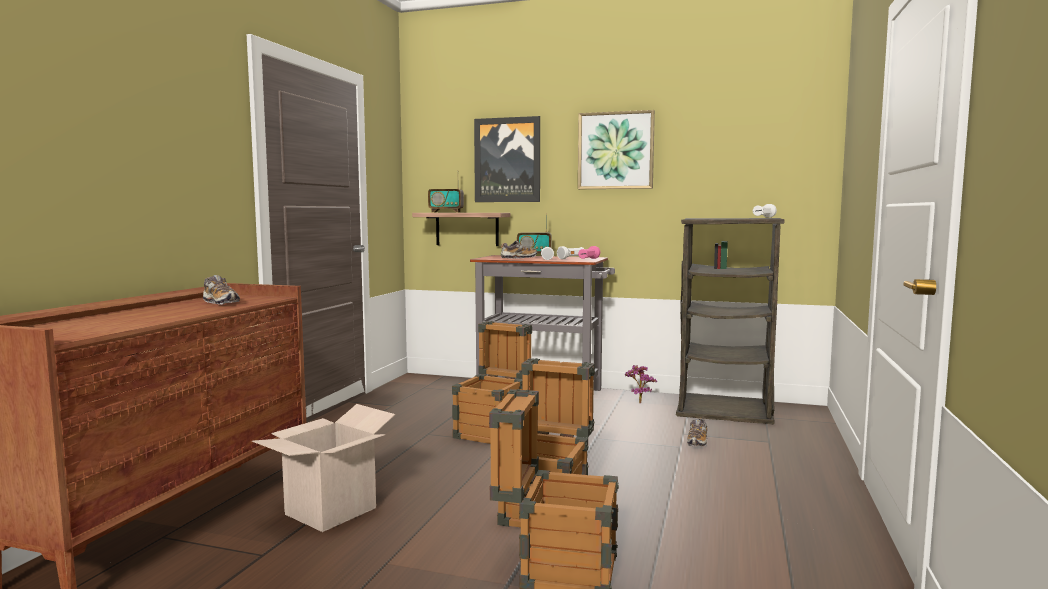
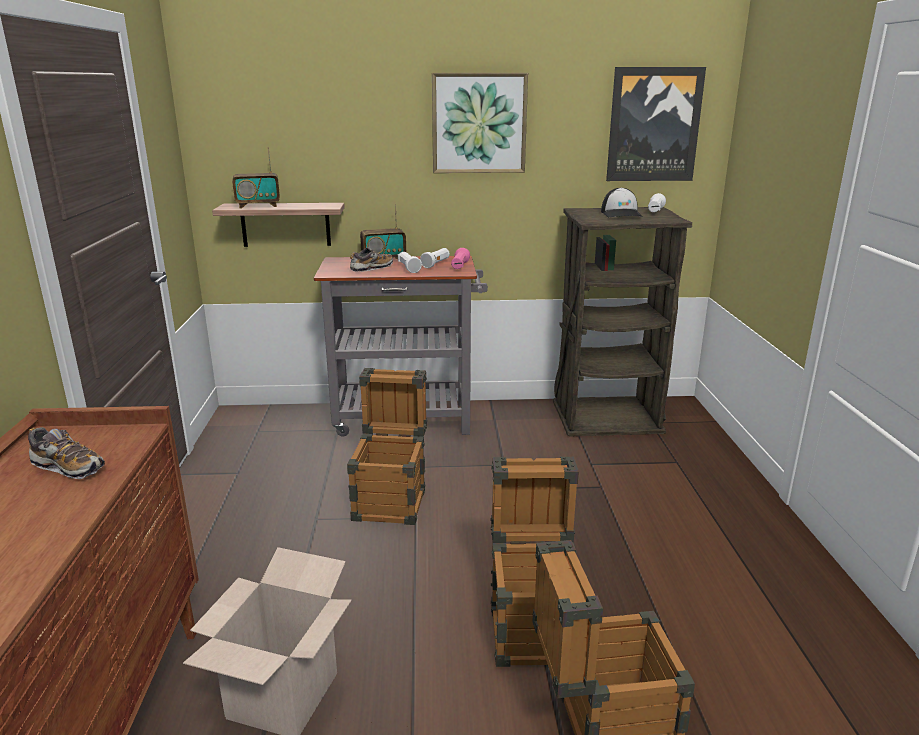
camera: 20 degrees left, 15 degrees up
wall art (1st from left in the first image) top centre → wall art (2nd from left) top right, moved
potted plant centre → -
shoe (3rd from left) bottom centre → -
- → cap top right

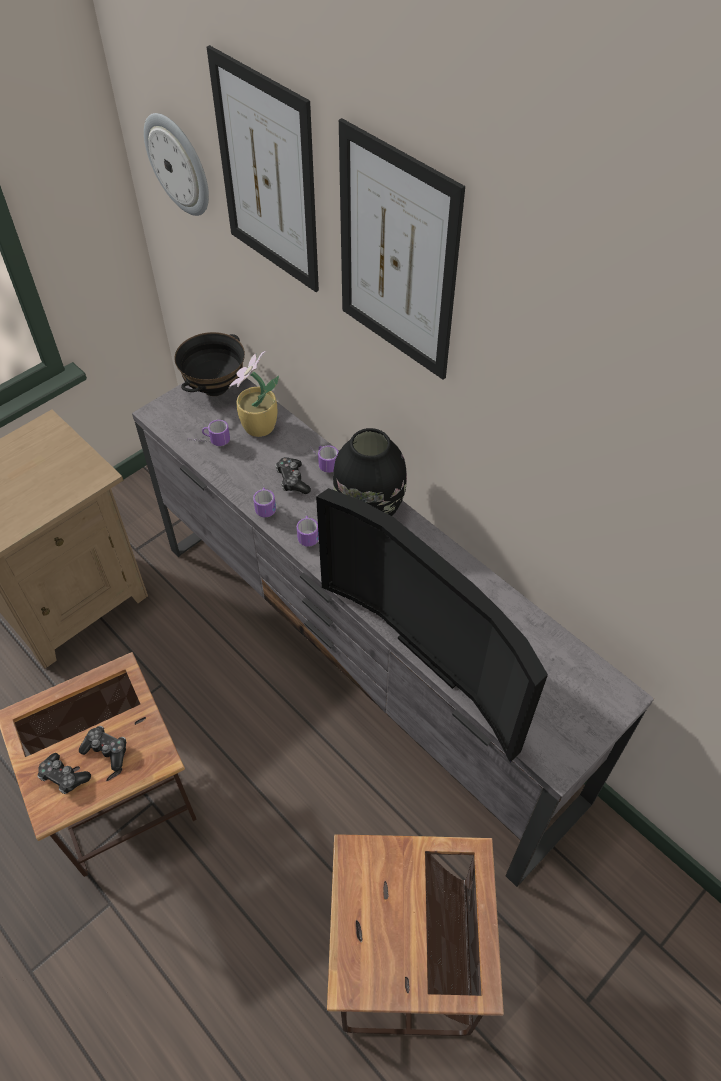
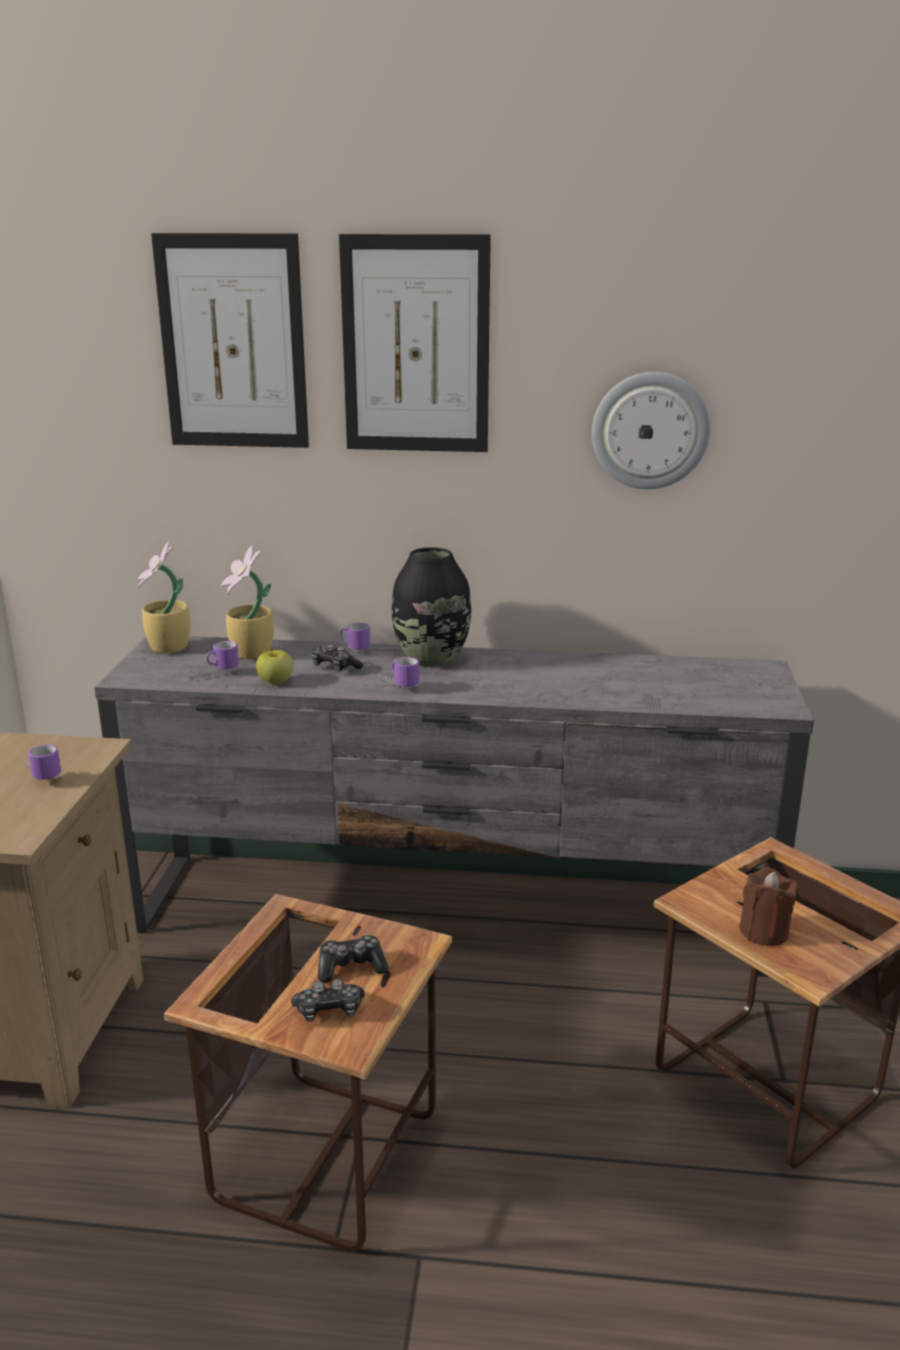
camera: 40 degrees left, 30 degrees down
hanging clock top left → hanging clock top right, moved
deep dish (blackish) middle left → potted plant (1st from left) middle left
mug (2nd from left in the first image) centre → mug (1st from left) middle left, moved
TV set centre → -
- → apple middle left
- → wax light (brown) bottom right

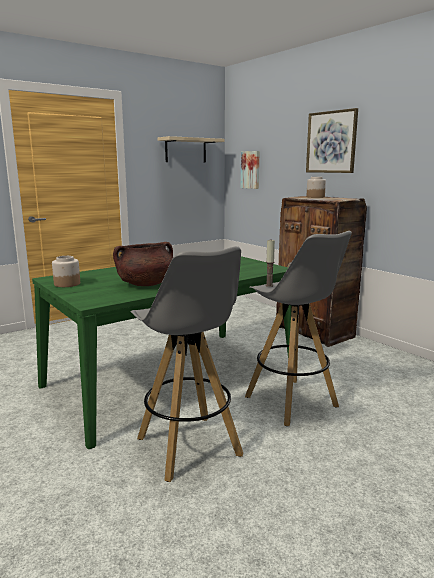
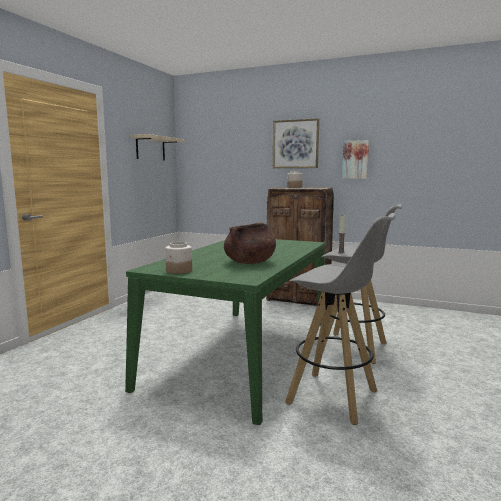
camera: 30 degrees left, 5 degrees down
wall art (1st from left in the first image) top centre → wall art (2nd from left) top right, moved

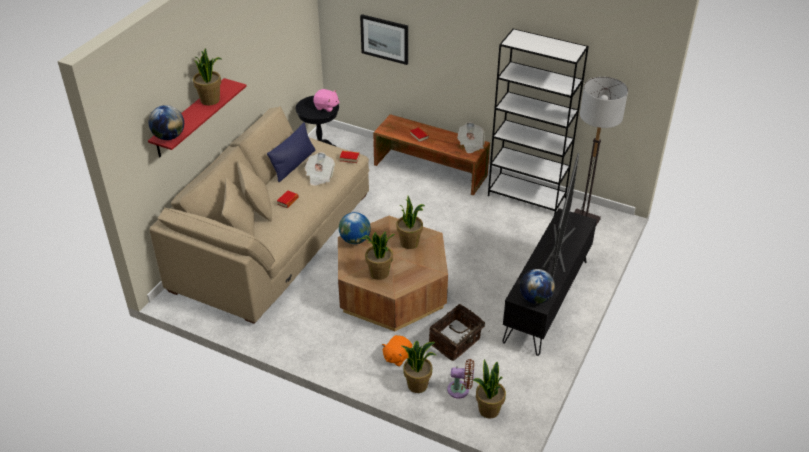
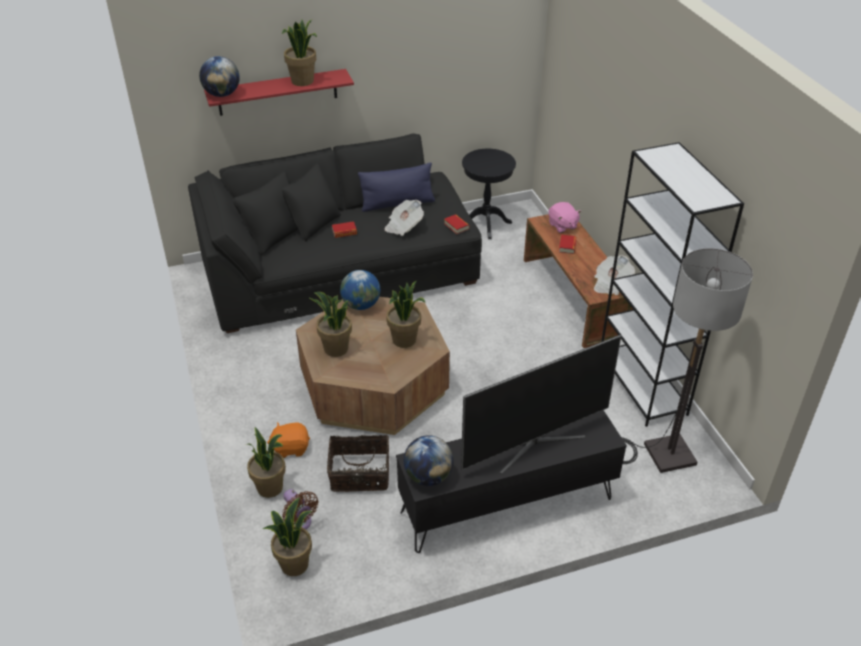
camera: 45 degrees right, 0 degrees up
settee (sand-coloured) middle left → settee (blackish) centre
cuddly toy (pink-coloured) top centre → cuddly toy (pink-coloured) centre, moved
wall art top centre → -

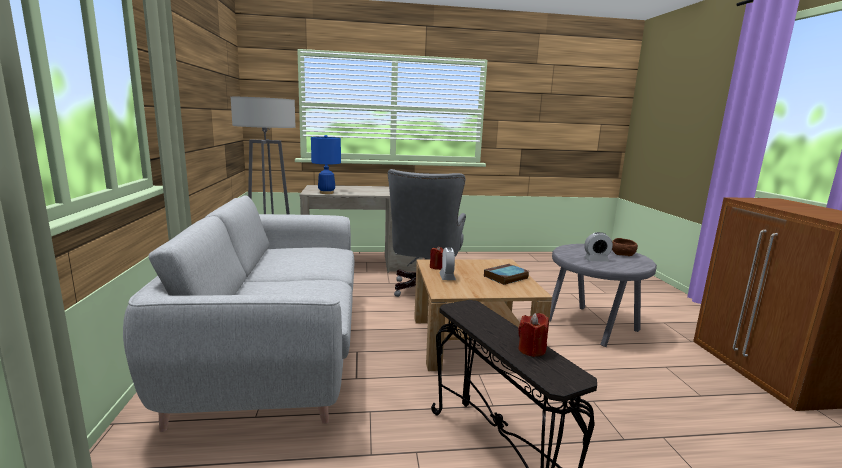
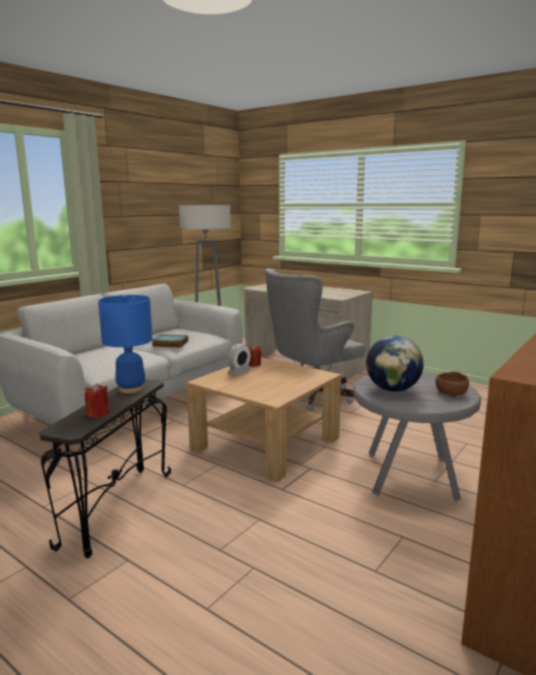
camera: 45 degrees right, 0 degrees up
lamp for a table (bluish) centre → lamp for a table (bluish) middle left, moved
bound book centre → bound book middle left, moved
alarm clock (2nd from left) middle right → world globe middle right

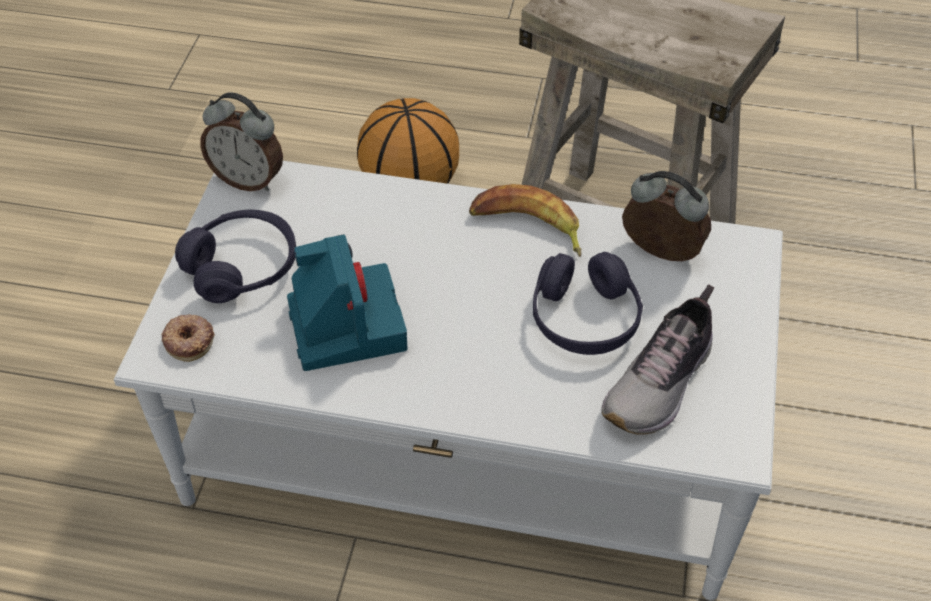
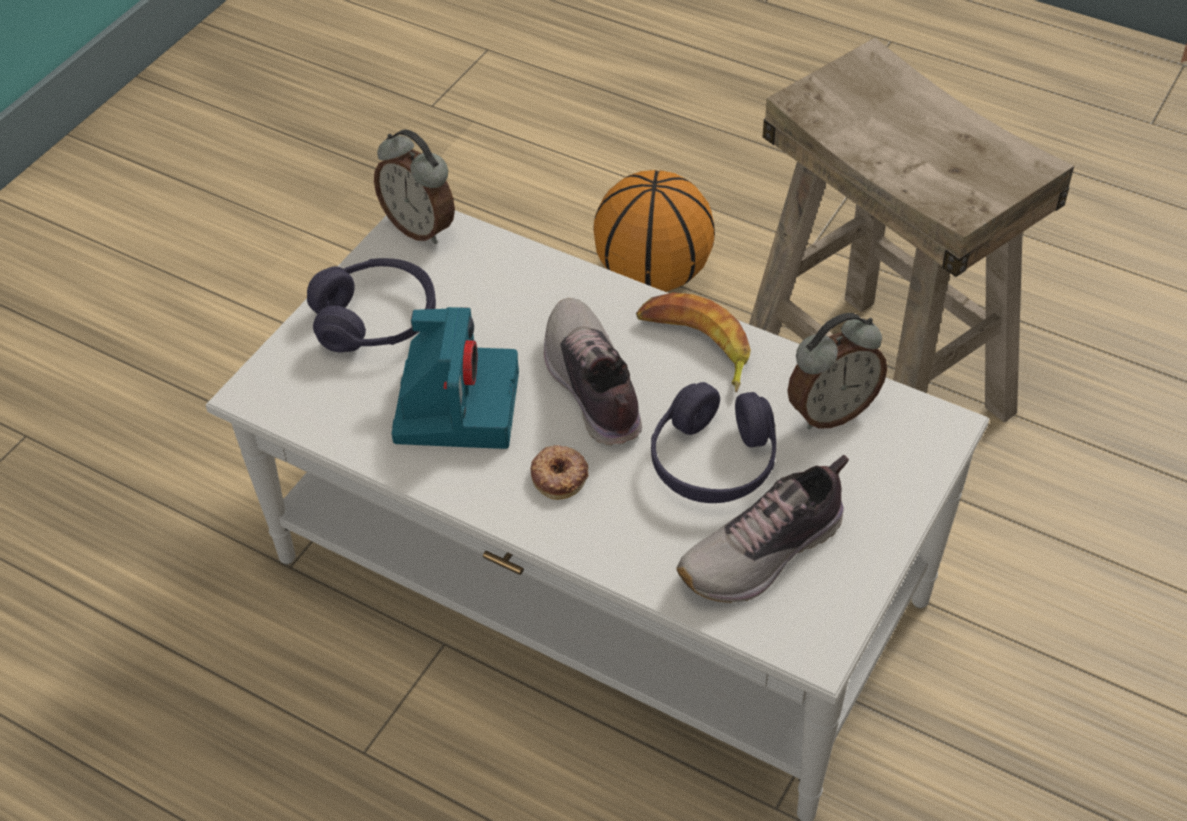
camera: 20 degrees right, 0 degrees up
doughnut middle left → doughnut centre, moved
alarm clock (2nd from left) middle right, 105 degrees clockwise
- → shoe (1st from left) centre

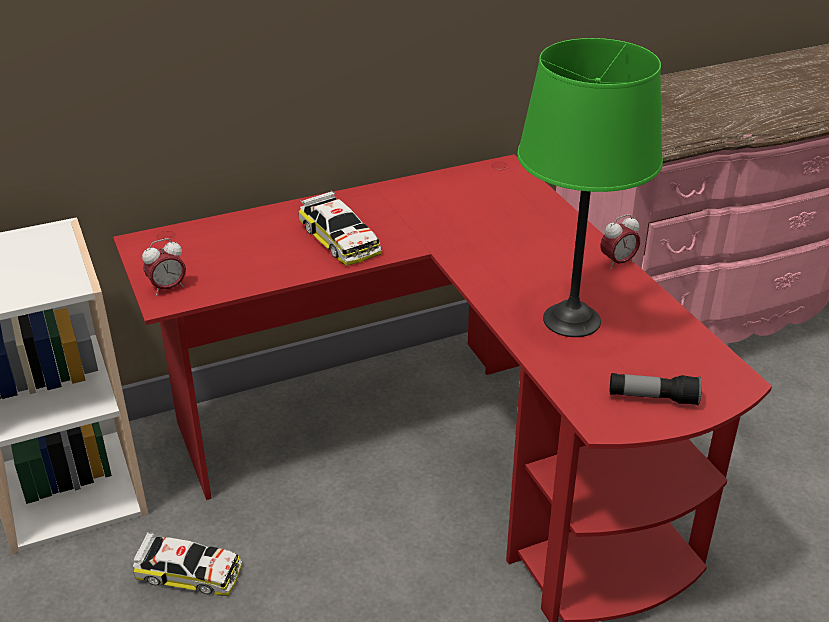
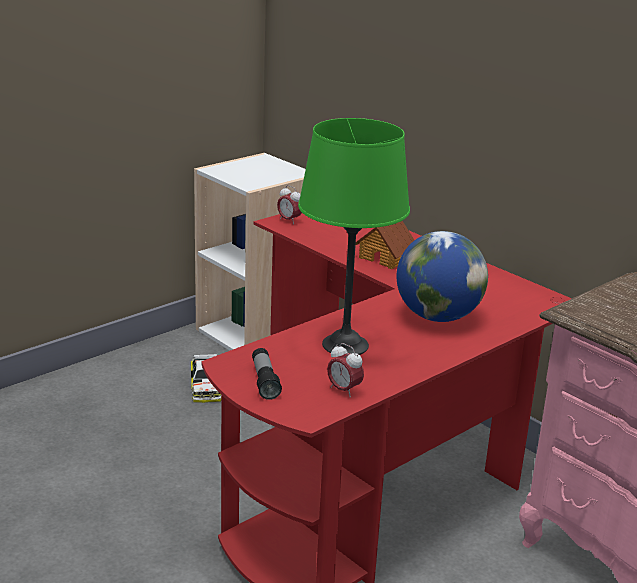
camera: 70 degrees right, 10 degrees down
toy car (2nd from left) centre → toy house centre
alarm clock (2nd from left) middle right → alarm clock (2nd from left) centre, moved
- → world globe middle right

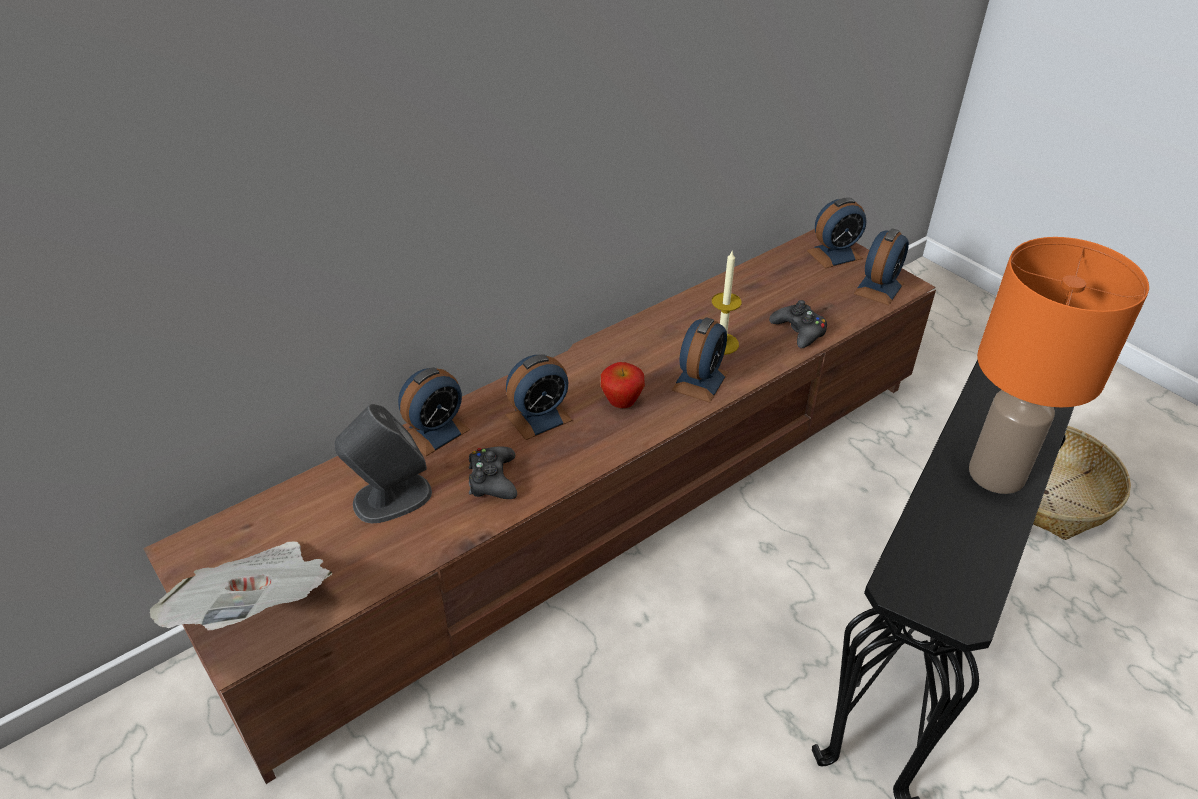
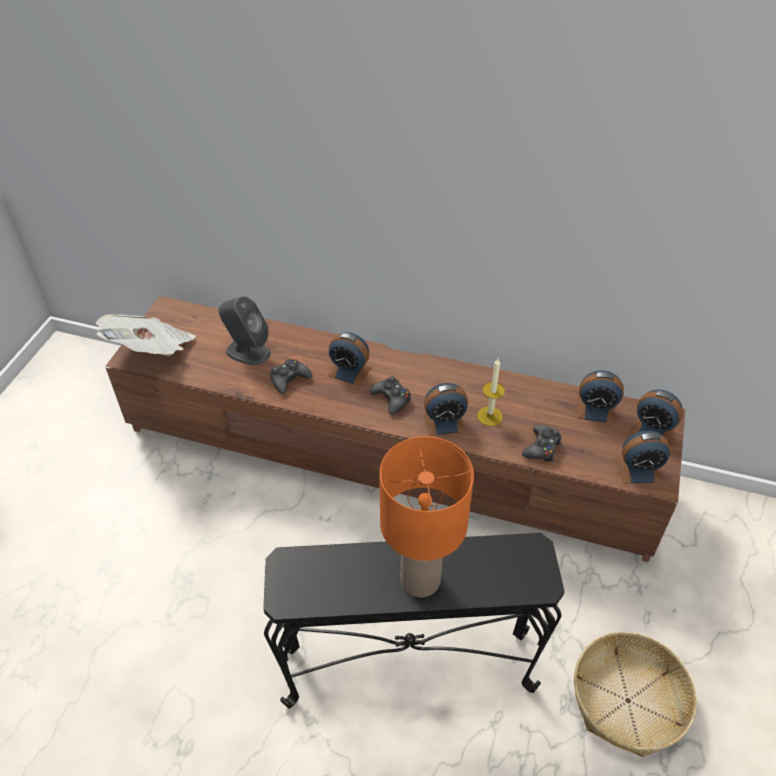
camera: 55 degrees right, 5 degrees up
alarm clock (1st from left in the first image) centre → alarm clock (3rd from left) middle right, moved
apple centre → game controller (blackish) (2nd from left) centre

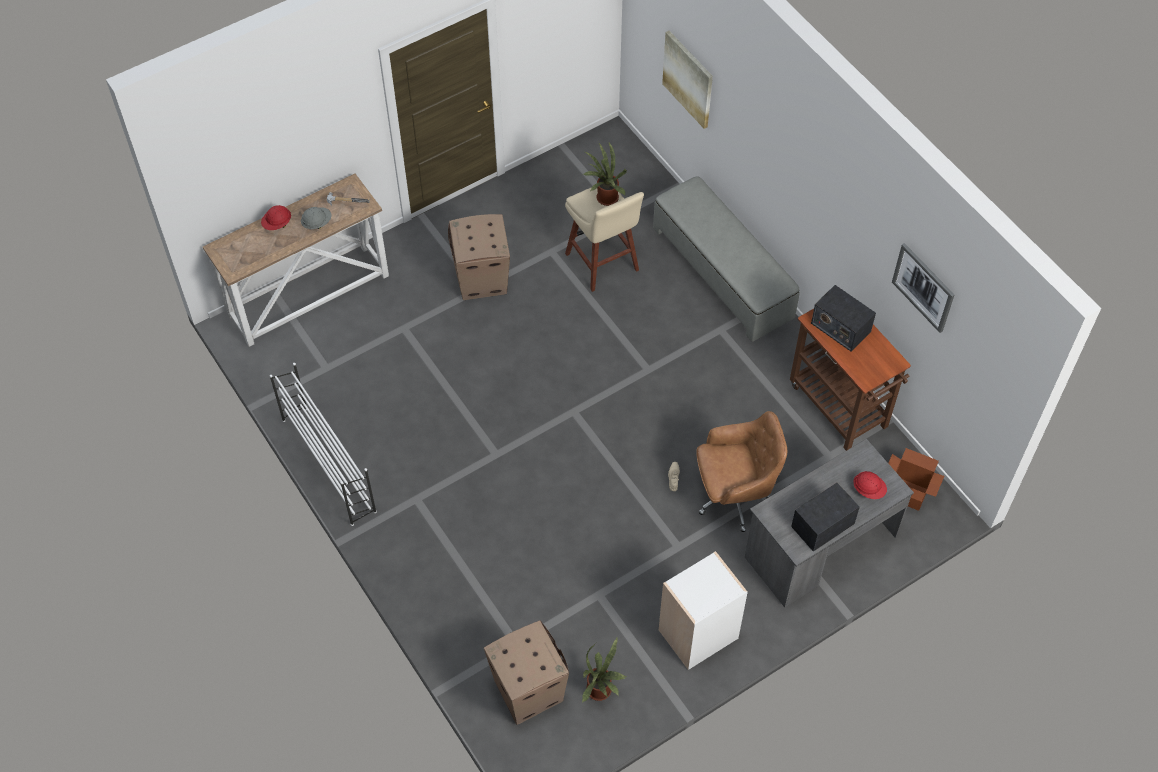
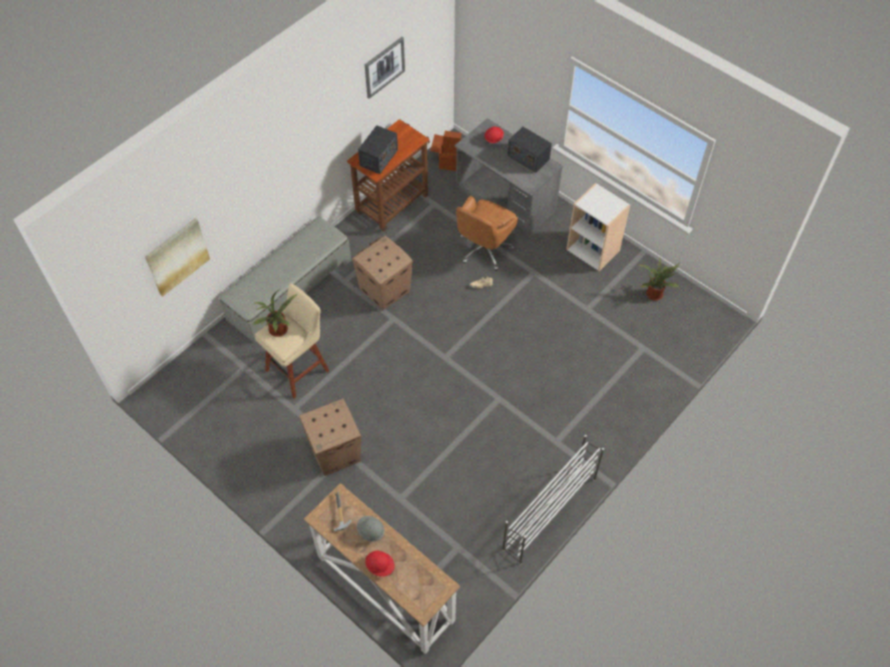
camera: 105 degrees left, 0 degrees up
carton (2nd from left) bottom centre → carton (2nd from left) centre, moved
office chair (brown) centre, 120 degrees counterclockwise

